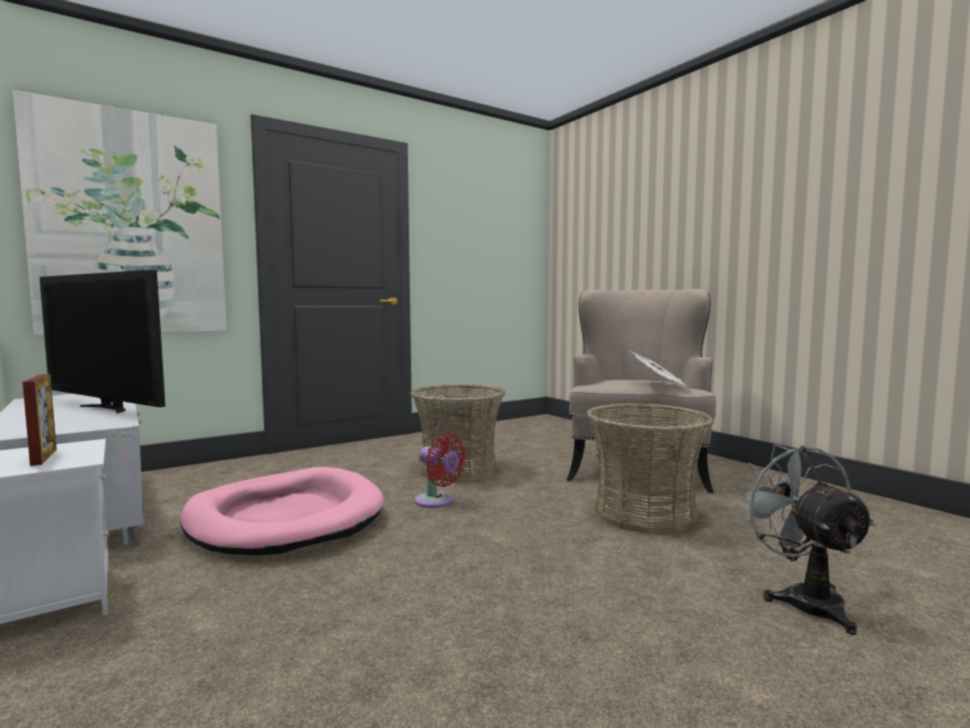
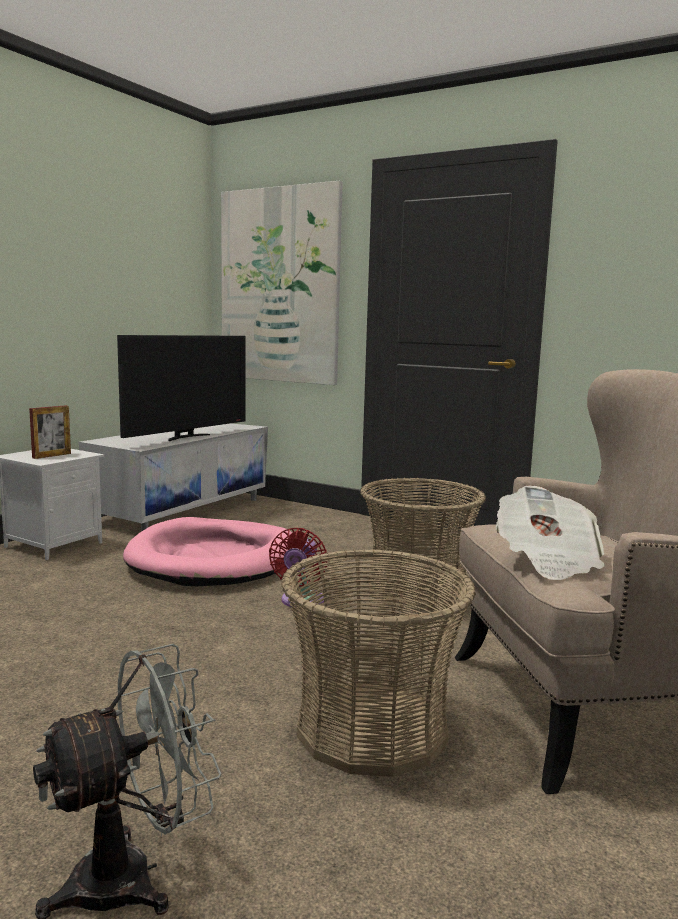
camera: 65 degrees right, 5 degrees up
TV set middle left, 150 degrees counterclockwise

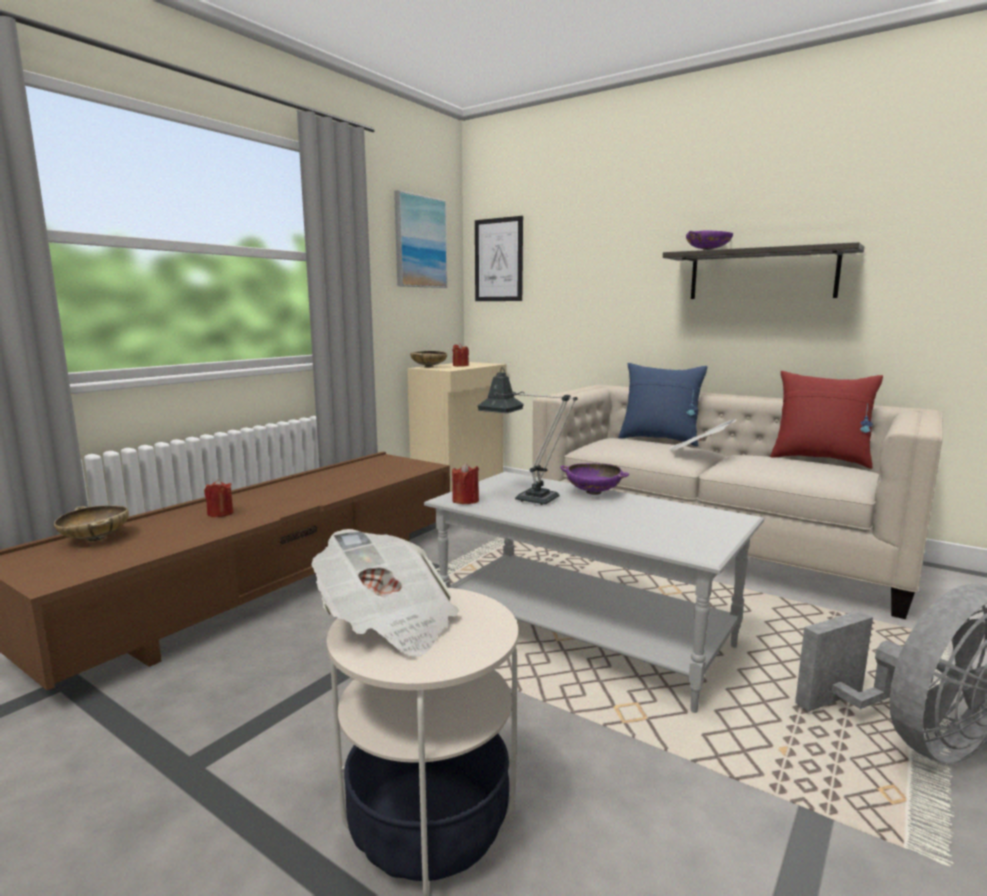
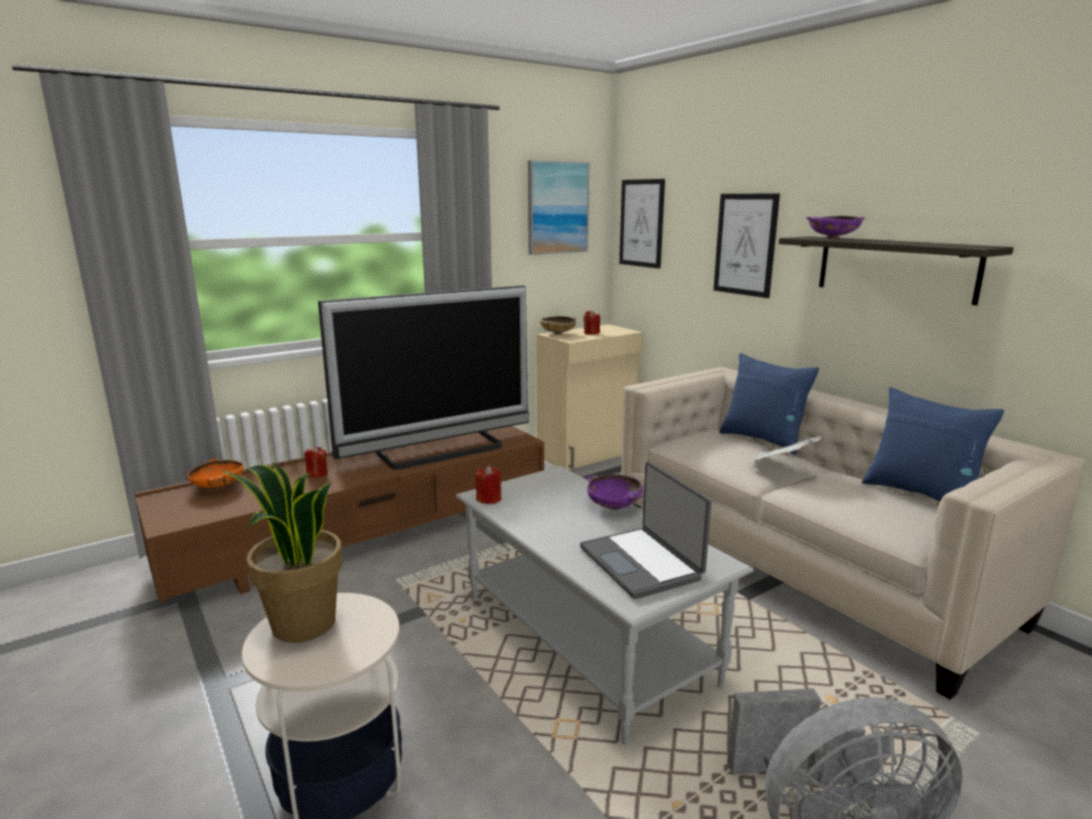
camera: 20 degrees right, 5 degrees up
deep dish (sand-coloured) (1st from left) middle left → deep dish (orange) middle left
newspaper (1st from left) centre → potted plant bottom left
lamp for a table centre → -
pillow (red) middle right → pillow (bluish) (2nd from left) middle right
- → TV set centre
- → portable computer centre
- → wall art (3rd from left) top right

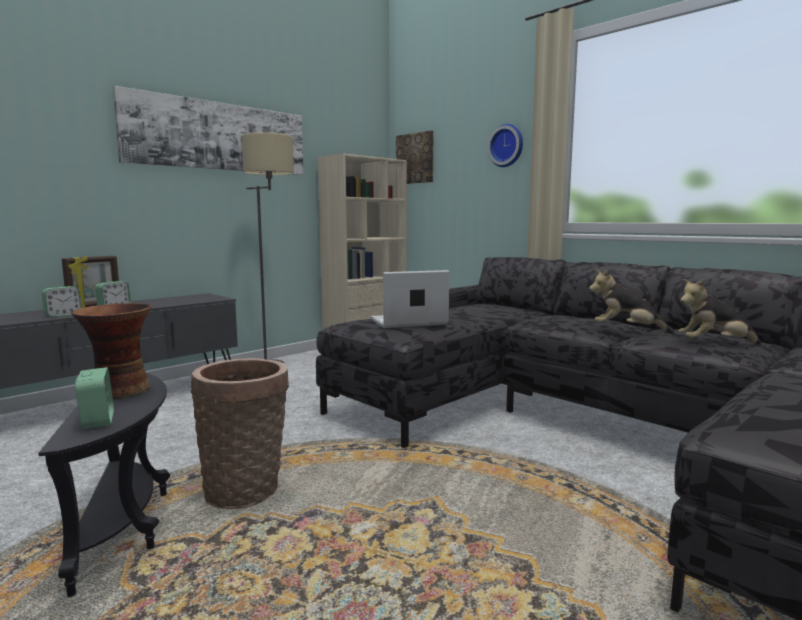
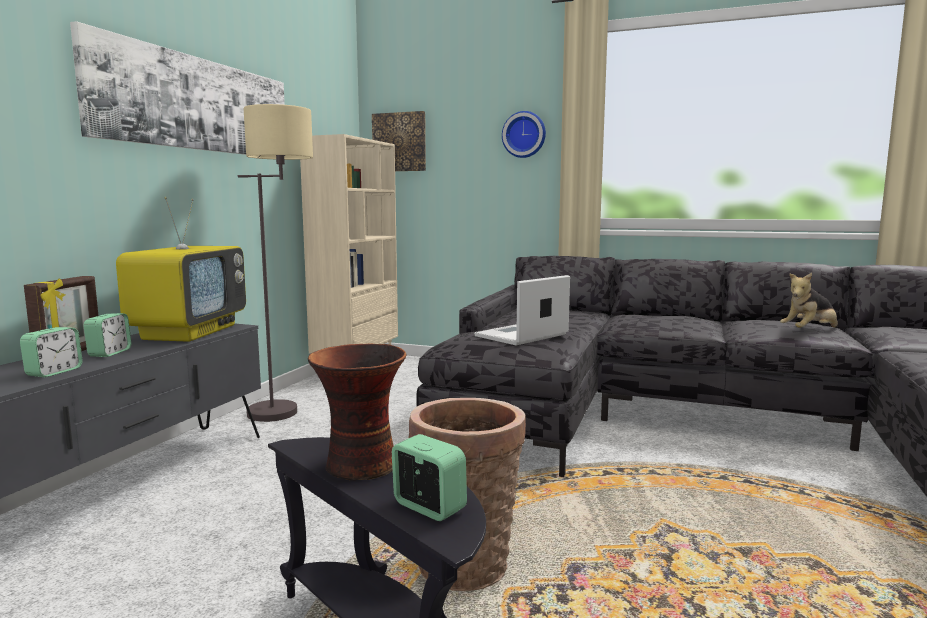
camera: 25 degrees left, 0 degrees up
cuddly toy (1st from left) middle right → -
- → TV set middle left

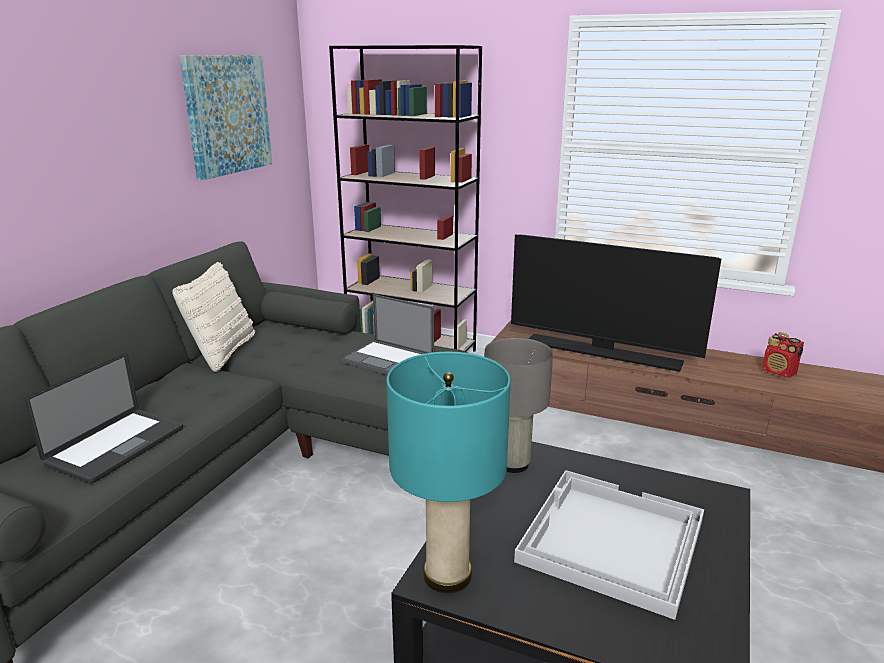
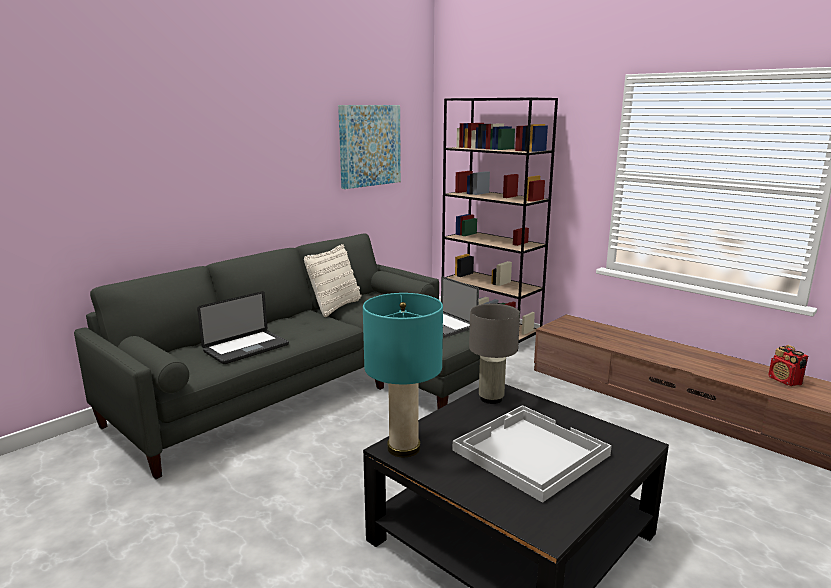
camera: 20 degrees right, 5 degrees down
TV set middle right → -

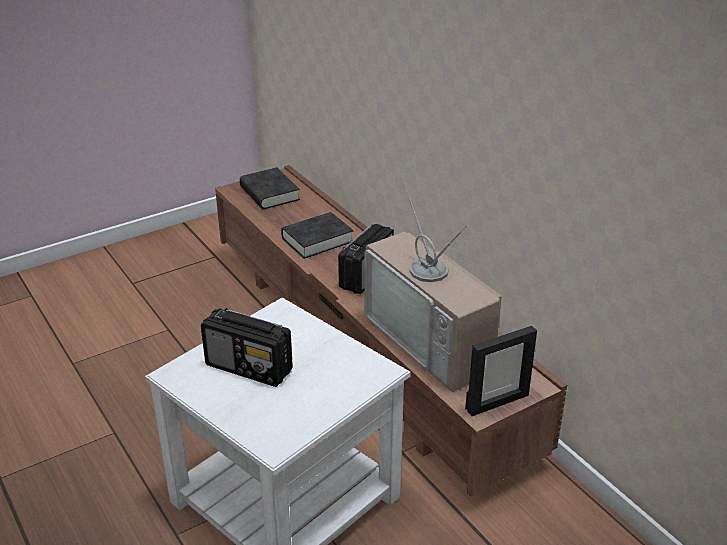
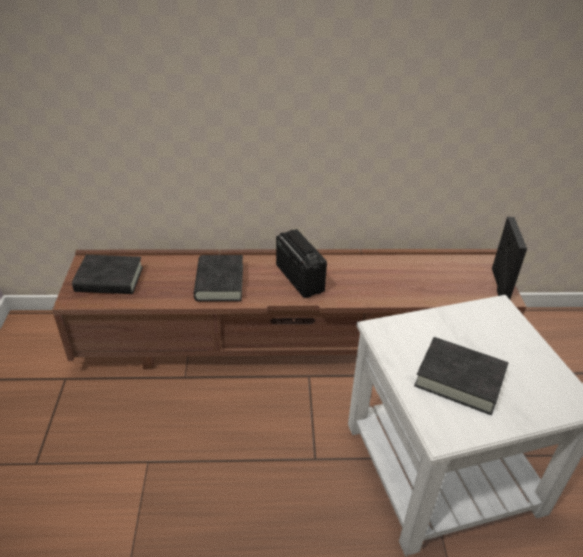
camera: 60 degrees left, 5 degrees up
radio receiver (1st from left) centre → bound book (blackish) (3rd from left) bottom right
TV set centre → -

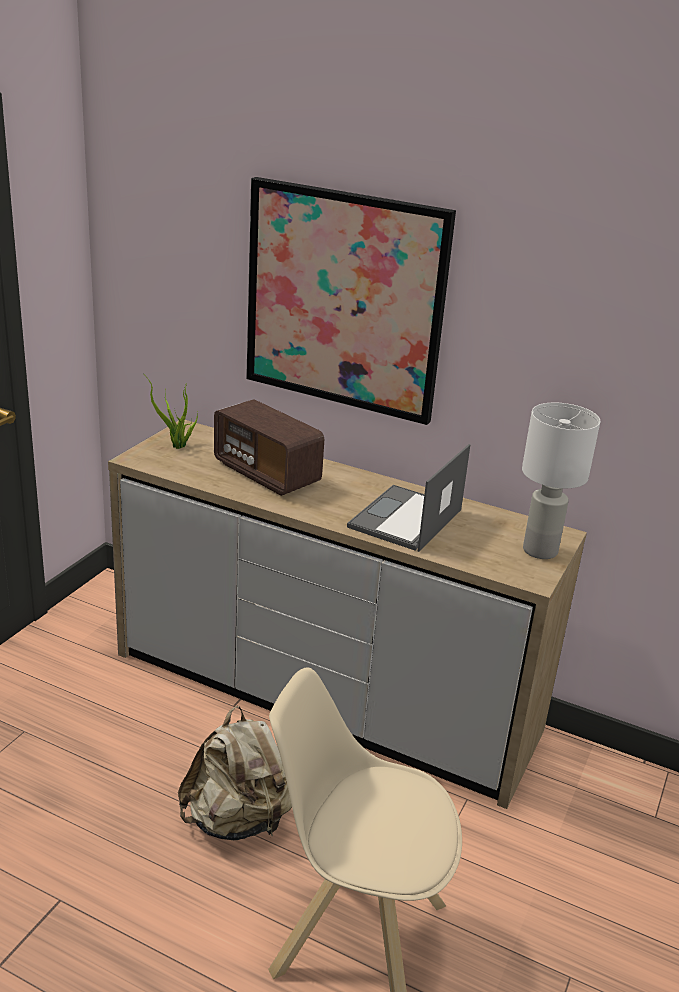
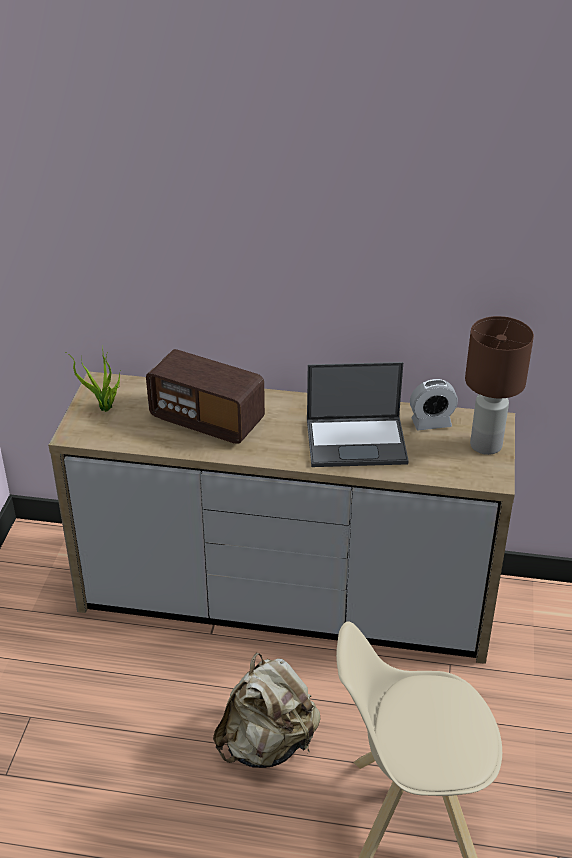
camera: 15 degrees left, 10 degrees up
wall art top centre → -
portable computer centre, 105 degrees counterclockwise
lamp for a table (white-coloured) middle right → lamp for a table (brown) middle right
- → alarm clock middle right

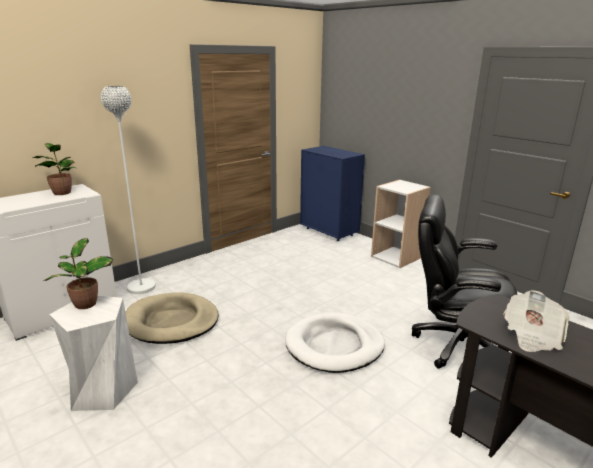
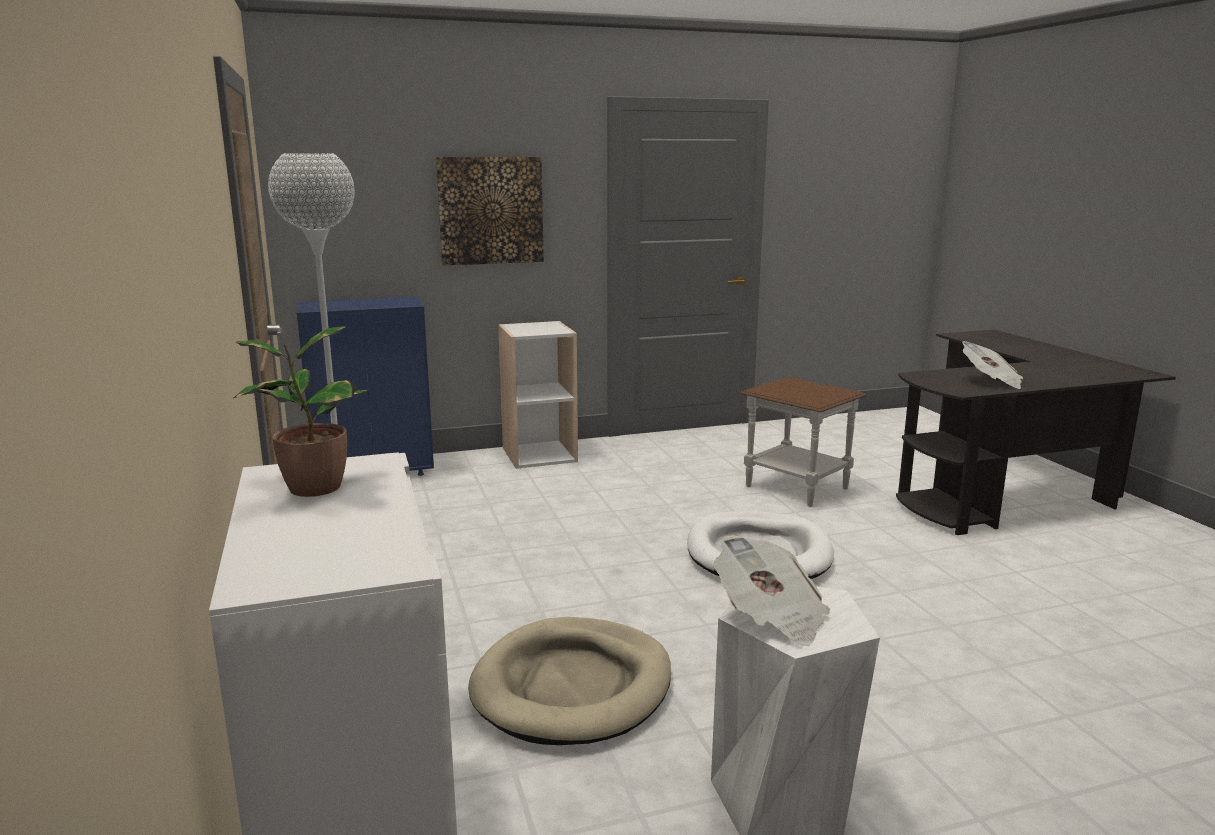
camera: 65 degrees left, 5 degrees down
potted plant (2nd from left) middle left → newspaper (1st from left) bottom centre
office chair (blackish) middle right → side table (brown) centre
- → wall art top centre

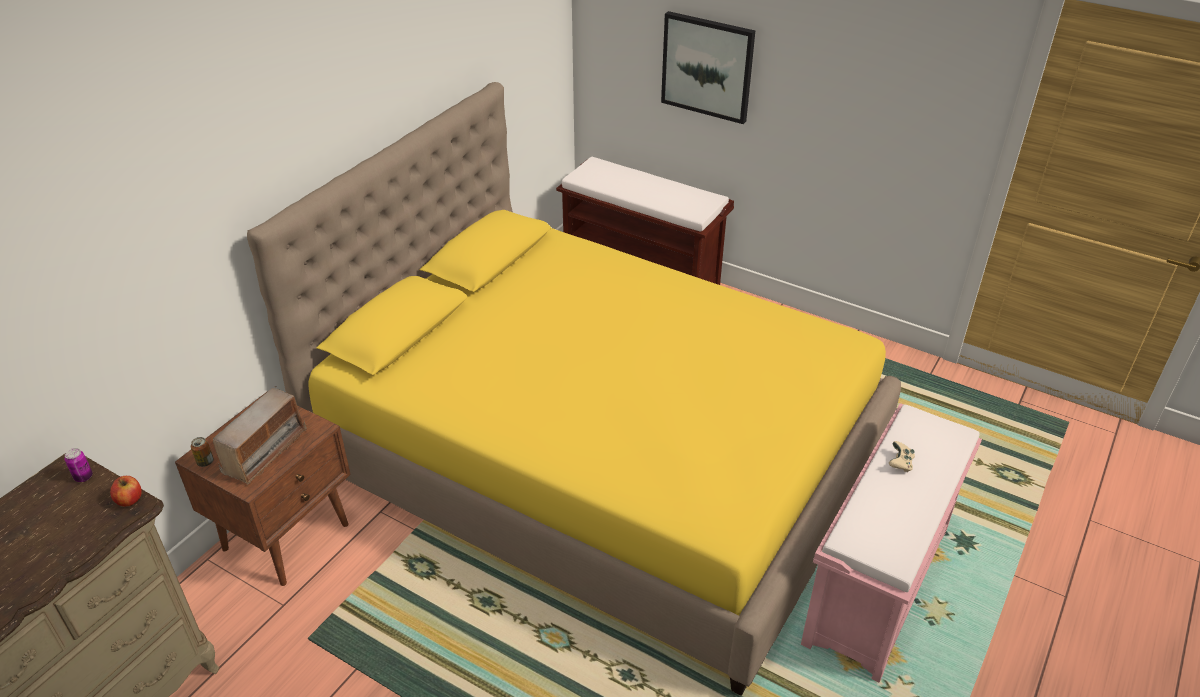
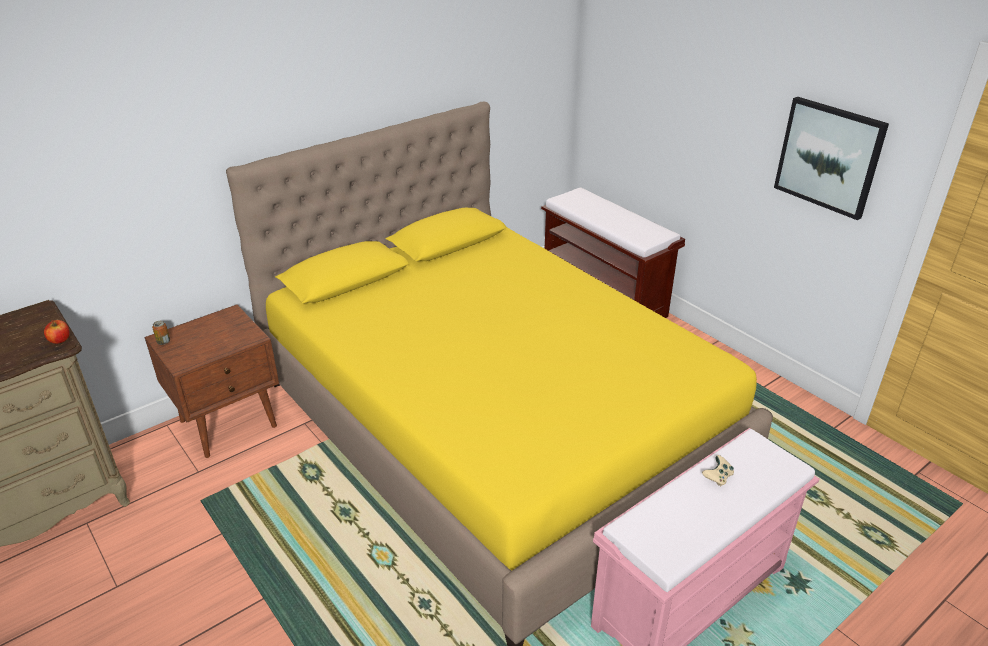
camera: 20 degrees right, 5 degrees down
metal can (1st from left) bottom left → -
radio receiver middle left → -
wall art top centre → wall art top right, moved

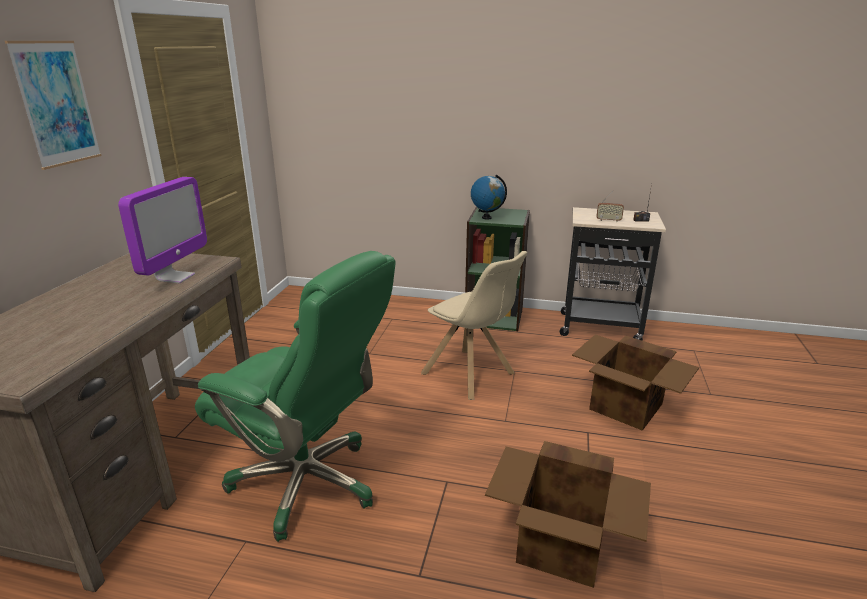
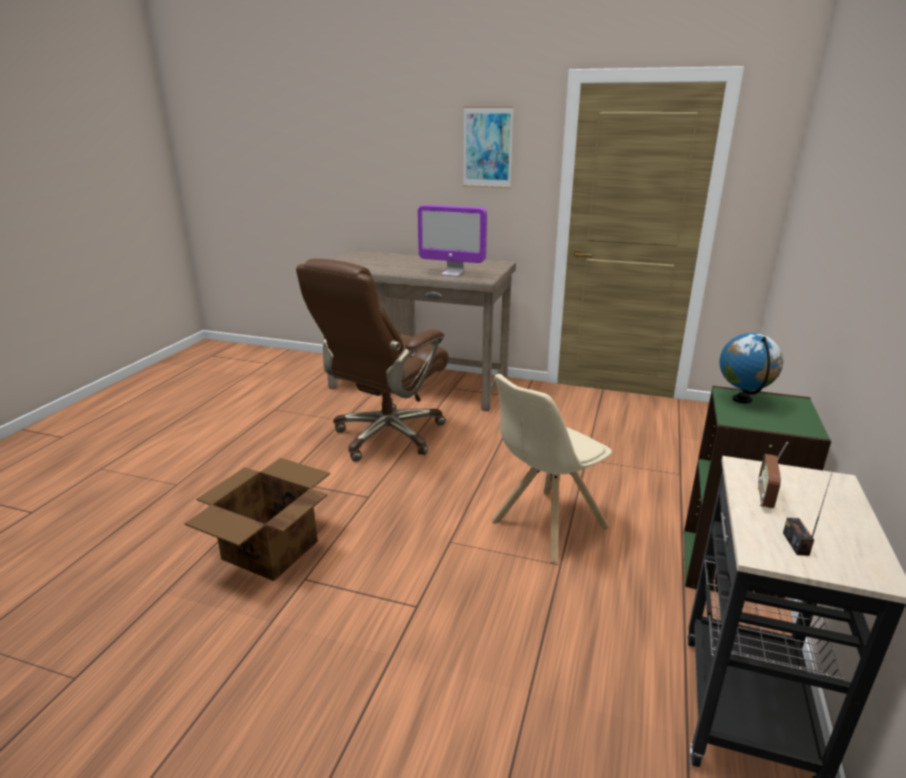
camera: 95 degrees right, 0 degrees up
office chair (green-coloured) centre → office chair (brown) centre
carton (2nd from left) middle right → -

